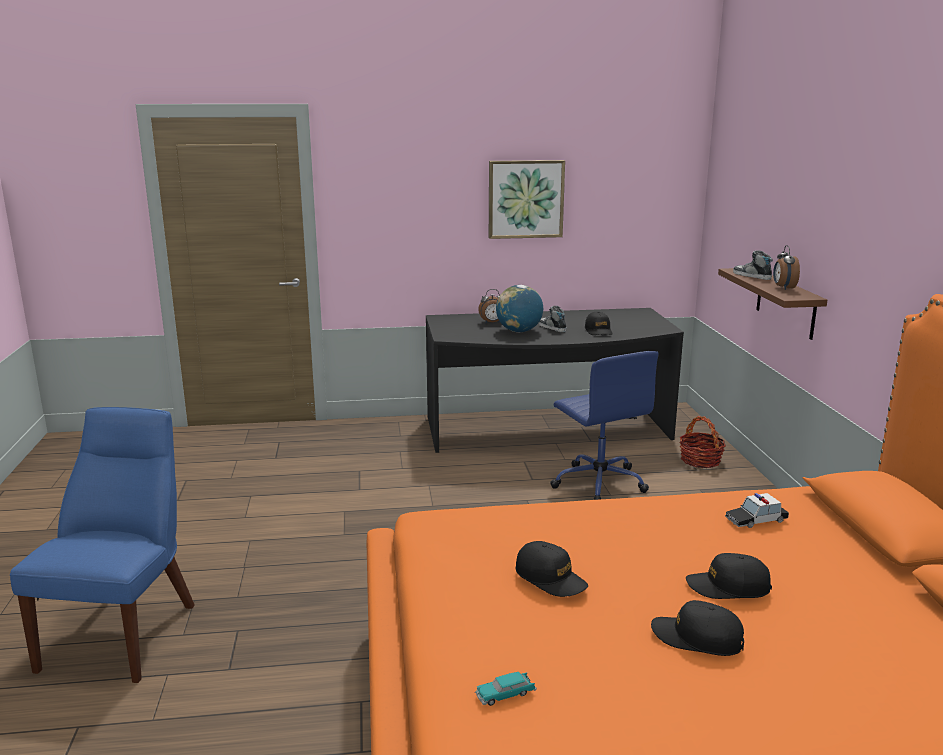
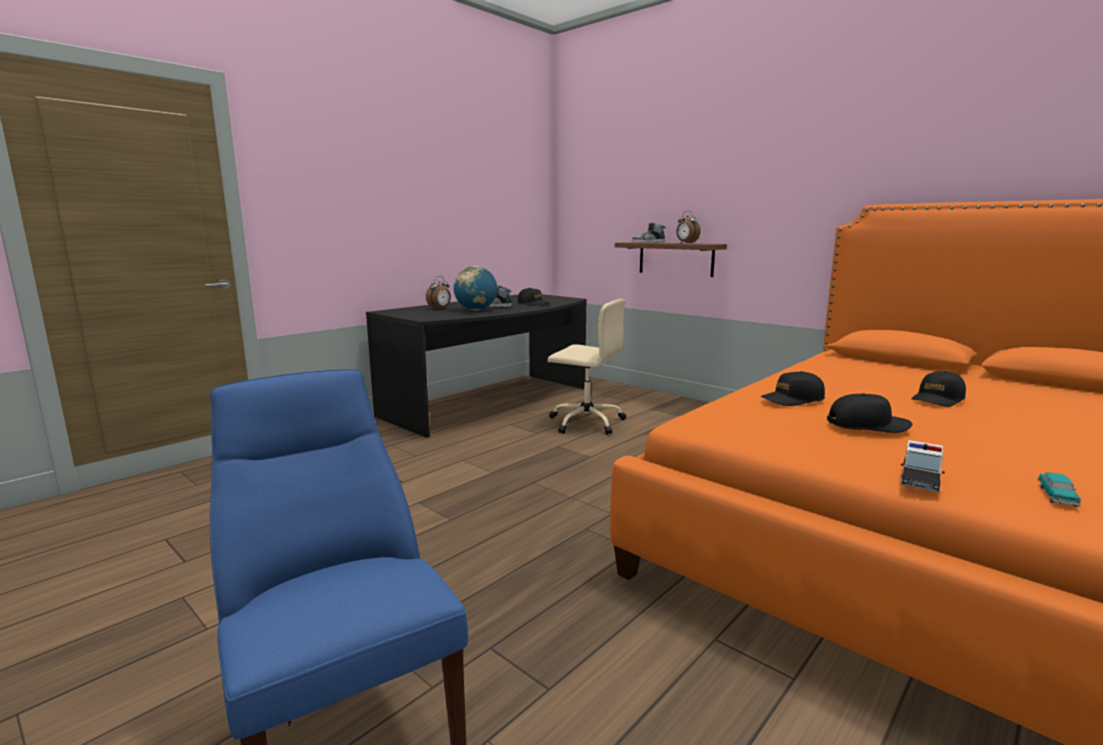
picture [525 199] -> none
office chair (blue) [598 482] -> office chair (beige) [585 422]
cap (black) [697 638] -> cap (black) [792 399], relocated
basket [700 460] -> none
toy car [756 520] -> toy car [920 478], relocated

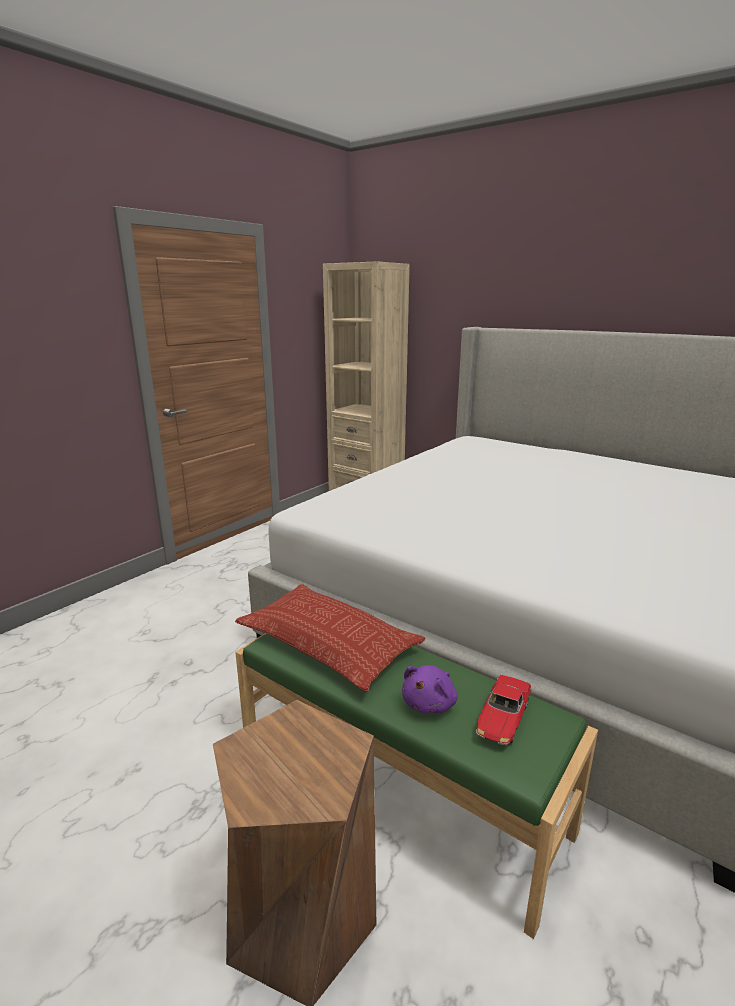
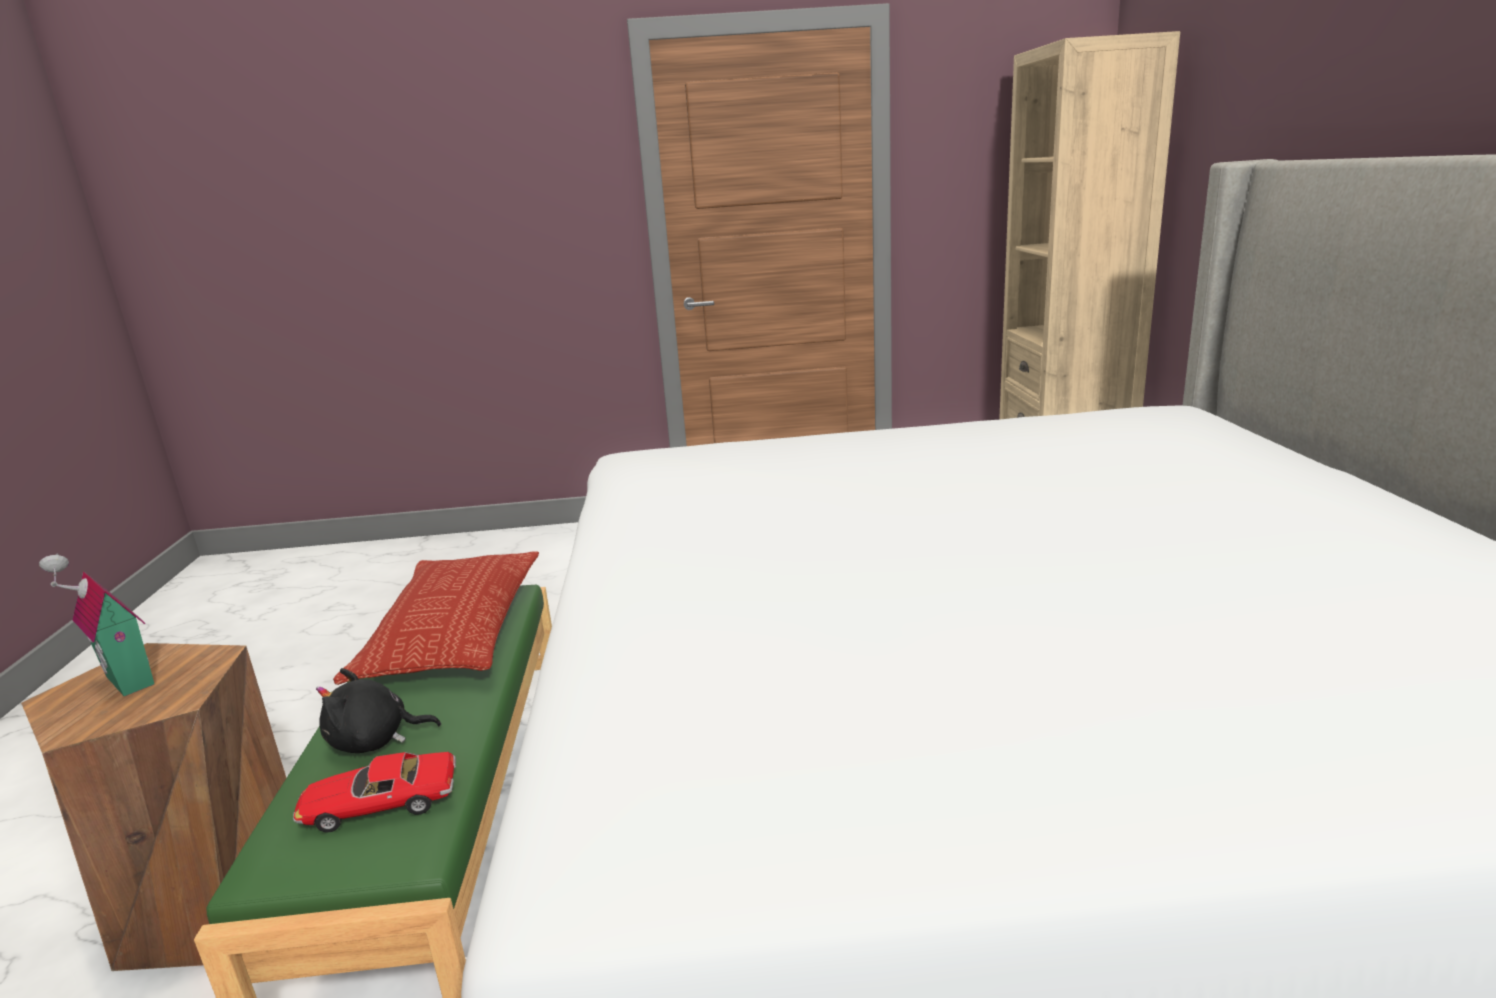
plush toy (purple) [430 703] -> plush toy (black) [375 740]
none -> toy house [124 682]

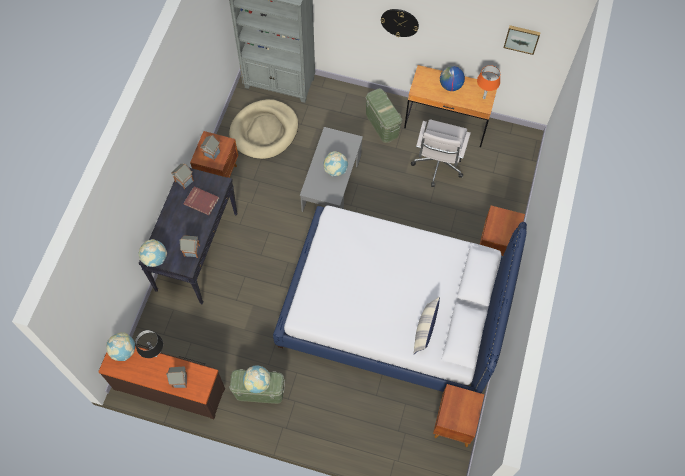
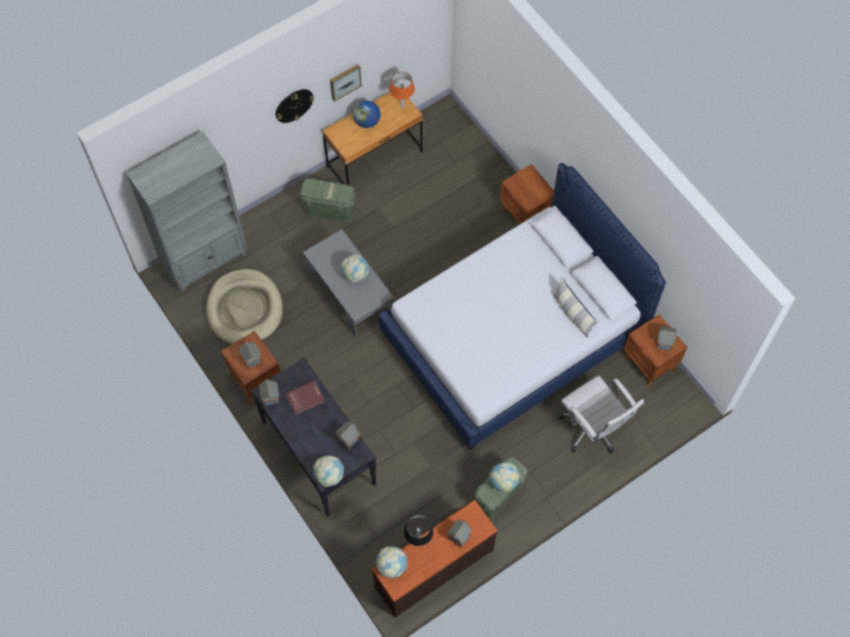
office chair (white) [437 166] -> office chair (white) [593 430], relocated
picture [522 38] -> picture [344 81], relocated
none -> toy house [663 343]

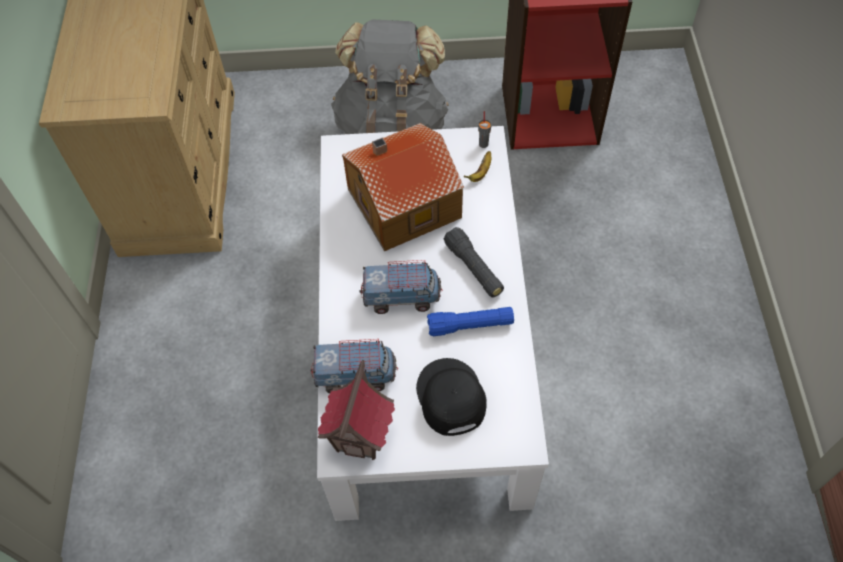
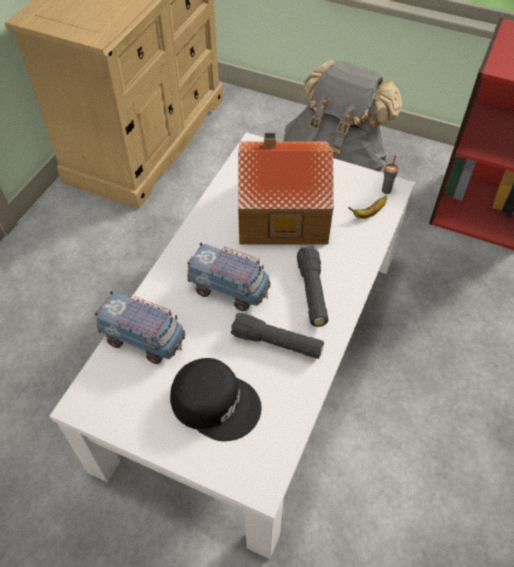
toy house [361 437] -> none
cap (black) [449 398] -> cap (black) [215 401], 105 degrees clockwise
flashlight (blue) [470 325] -> flashlight (black) [277 343]

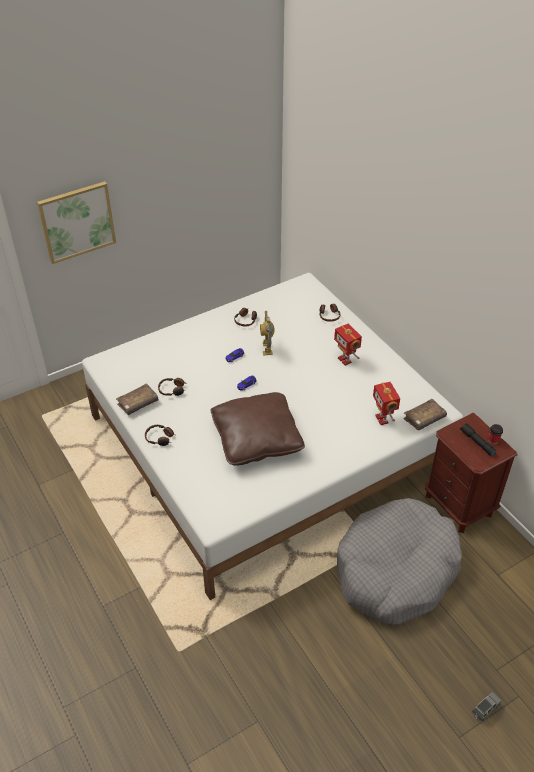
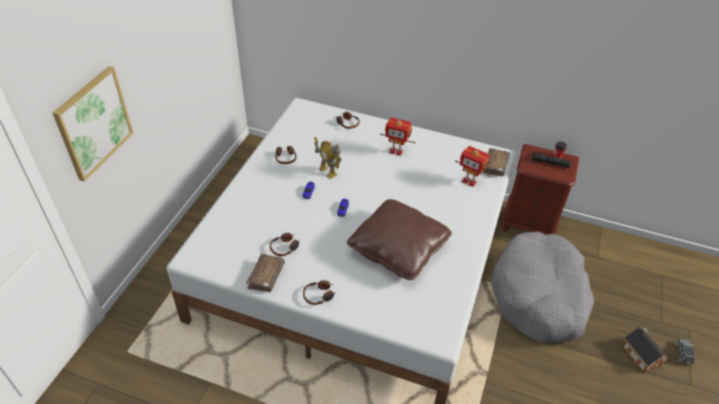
none -> toy house [640 354]

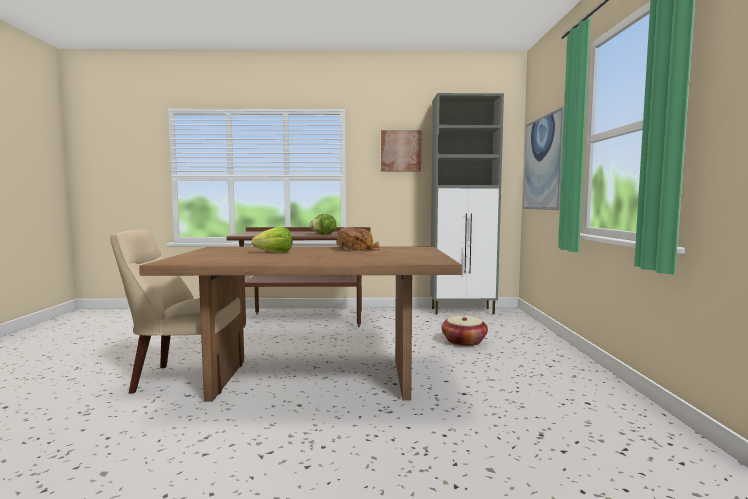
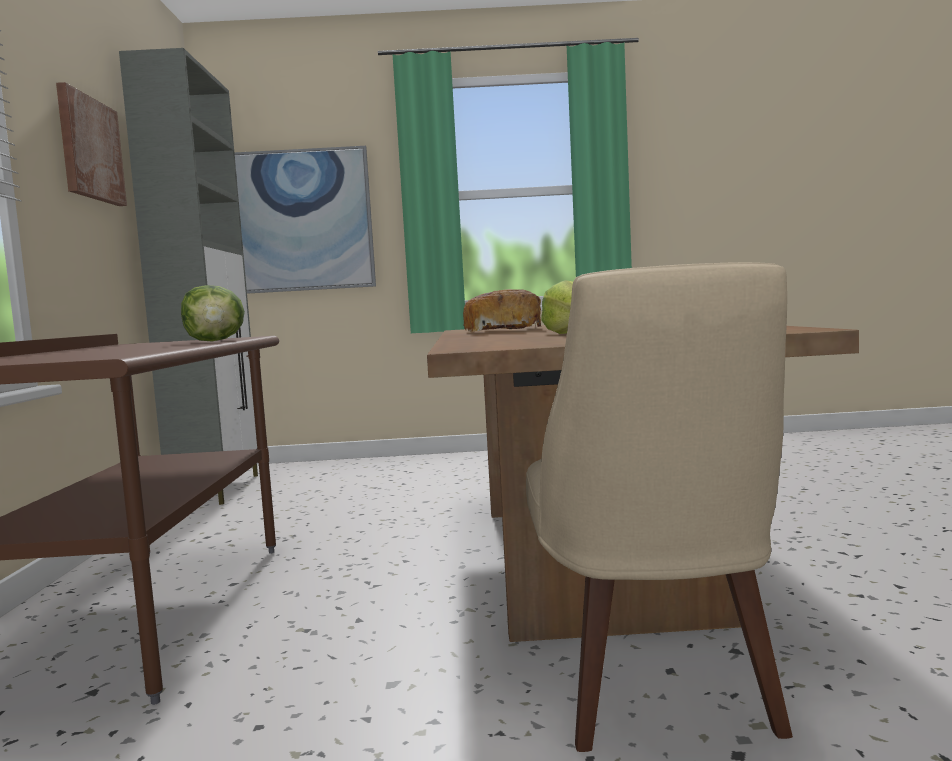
basket [464 341] -> none

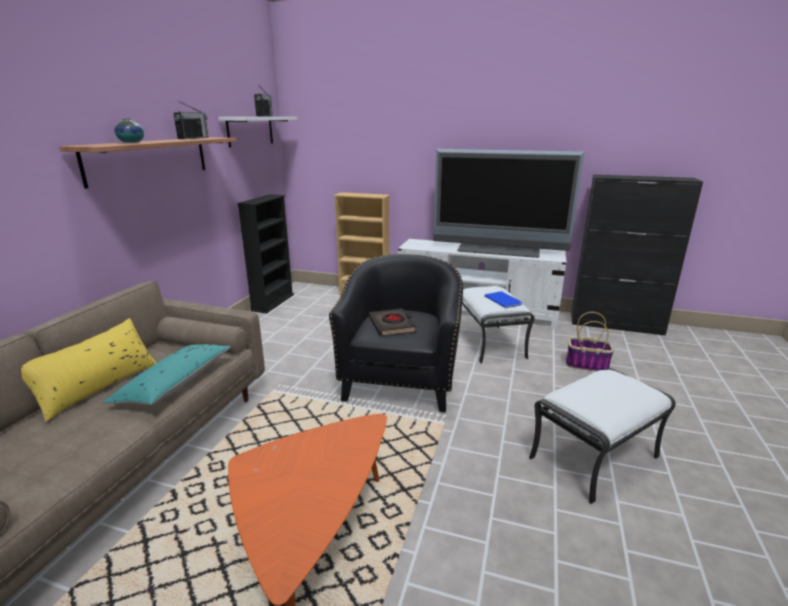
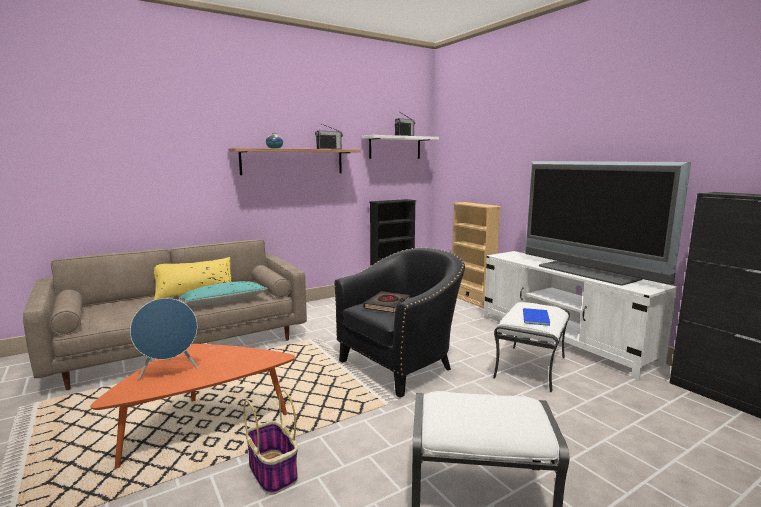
basket [587 365] -> basket [273 472], relocated
none -> speaker (blue) [169 371]

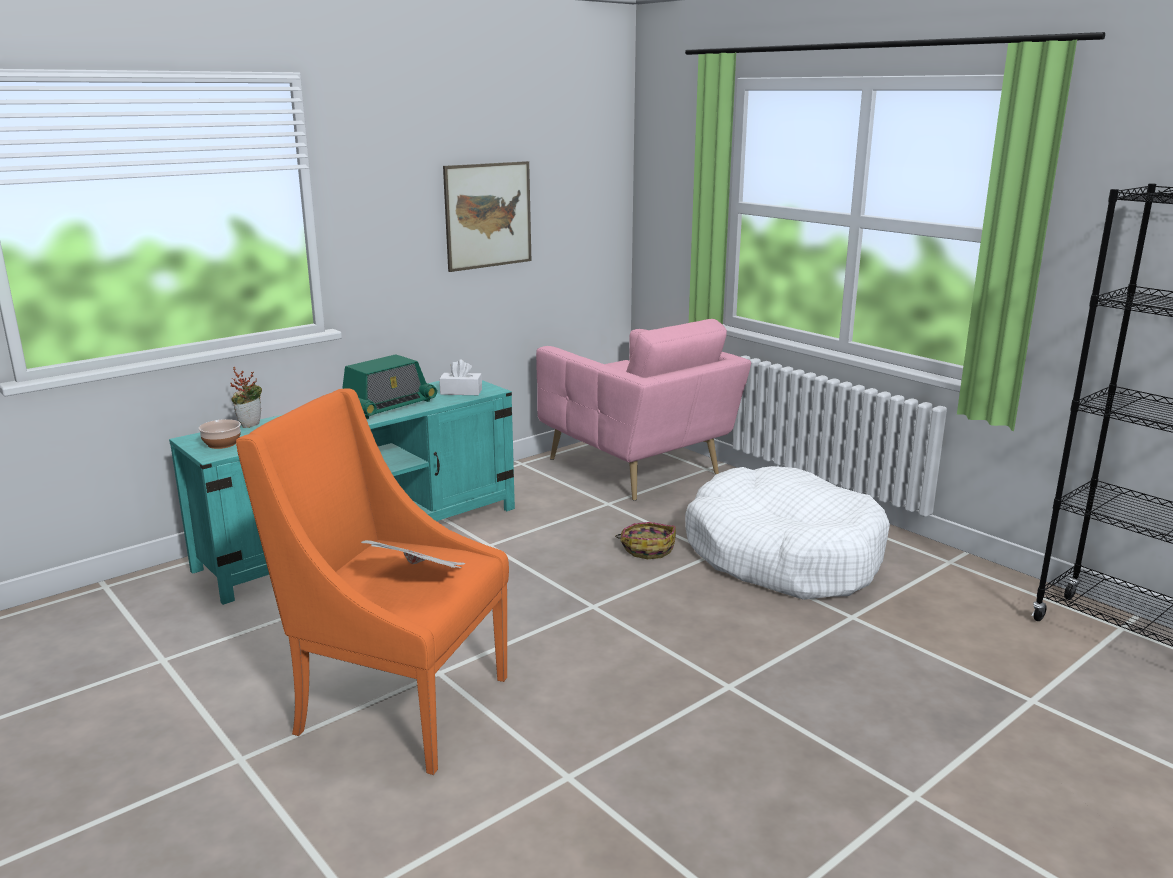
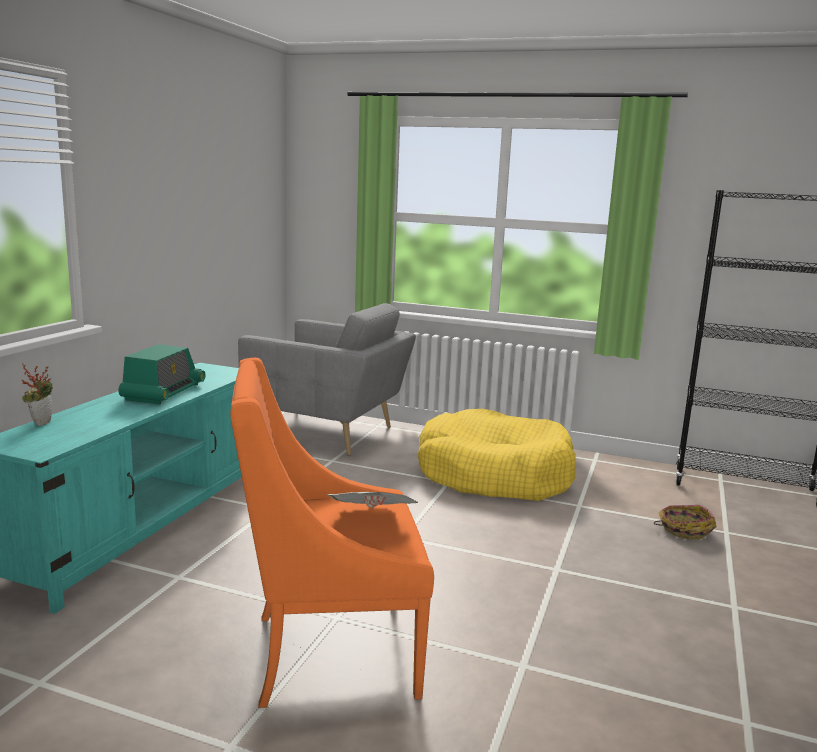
bowl [221 444] -> none
tissue box (white) [461 392] -> none
picture [488 215] -> none
armchair (pink) [637 469] -> armchair (grey) [327 432]
basket [647 548] -> basket [683 529], relocated
dog bed (white) [783 555] -> dog bed (yellow) [494 475]

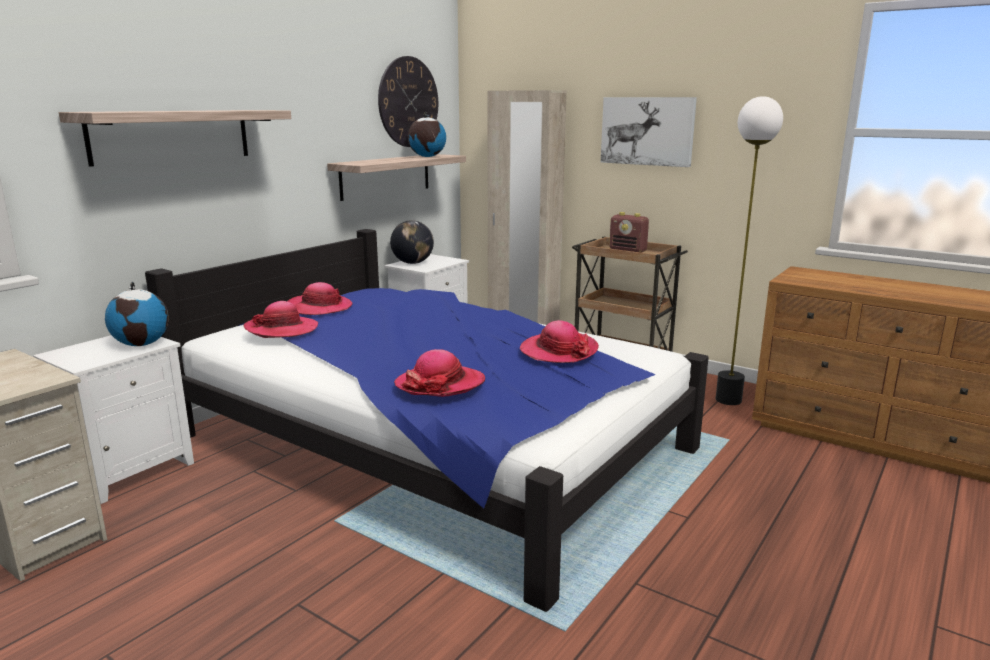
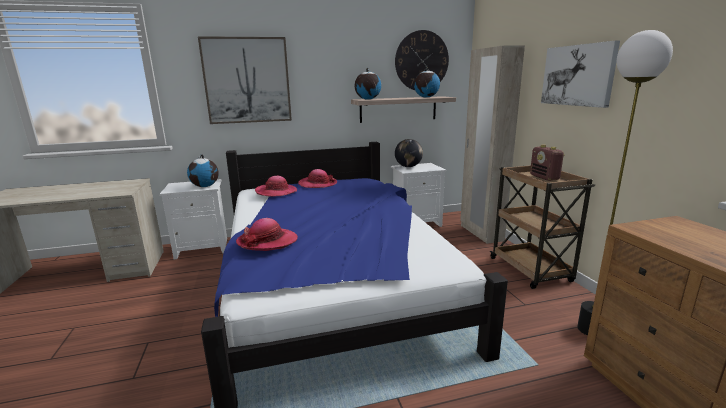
shelf [172 136] -> picture [247 80]
hat [558 351] -> none
none -> globe [367 99]

